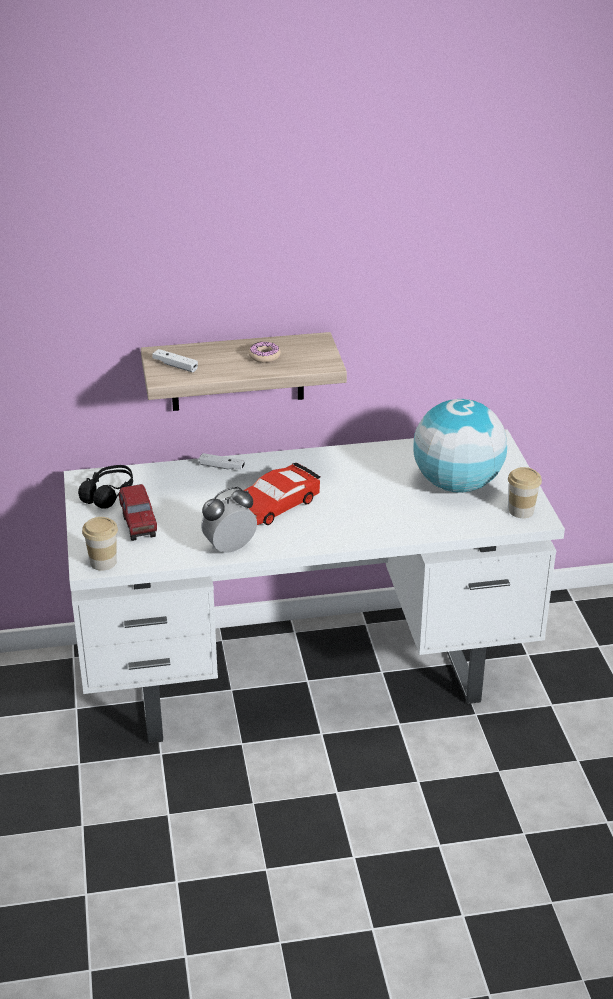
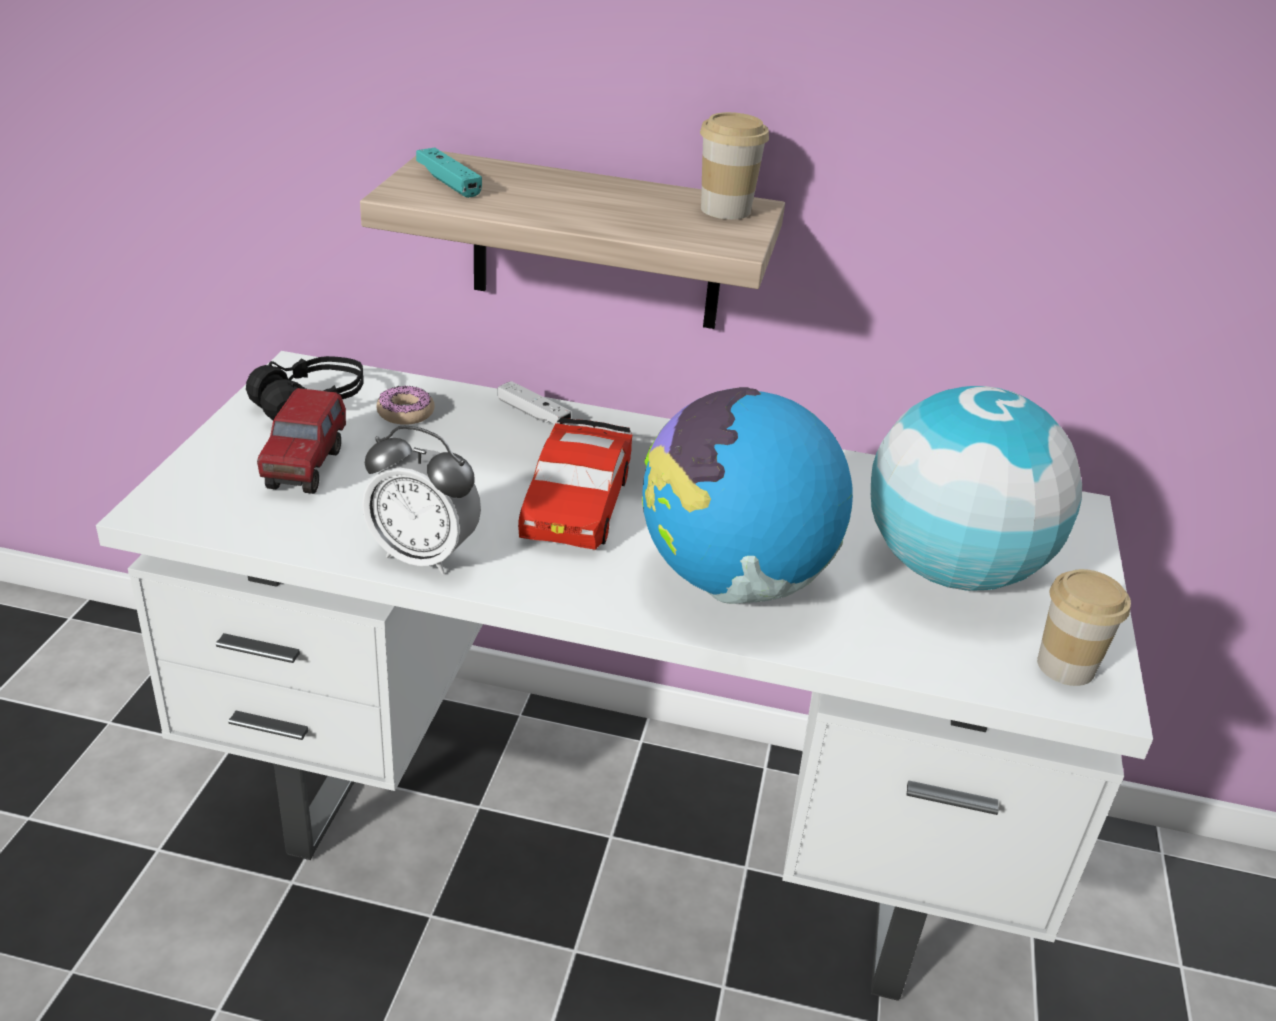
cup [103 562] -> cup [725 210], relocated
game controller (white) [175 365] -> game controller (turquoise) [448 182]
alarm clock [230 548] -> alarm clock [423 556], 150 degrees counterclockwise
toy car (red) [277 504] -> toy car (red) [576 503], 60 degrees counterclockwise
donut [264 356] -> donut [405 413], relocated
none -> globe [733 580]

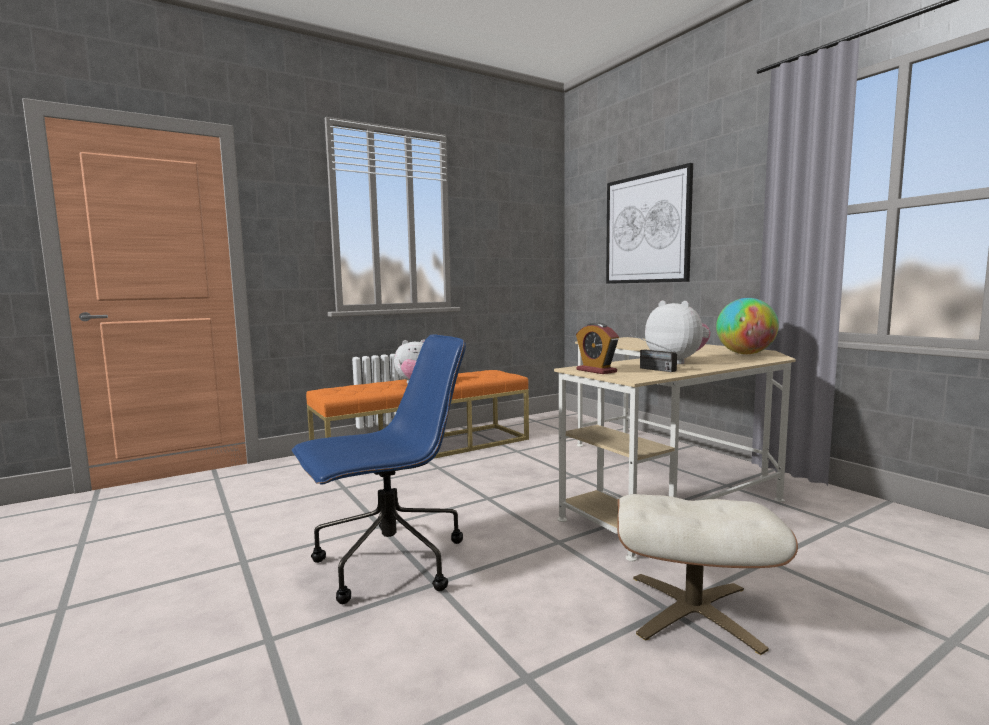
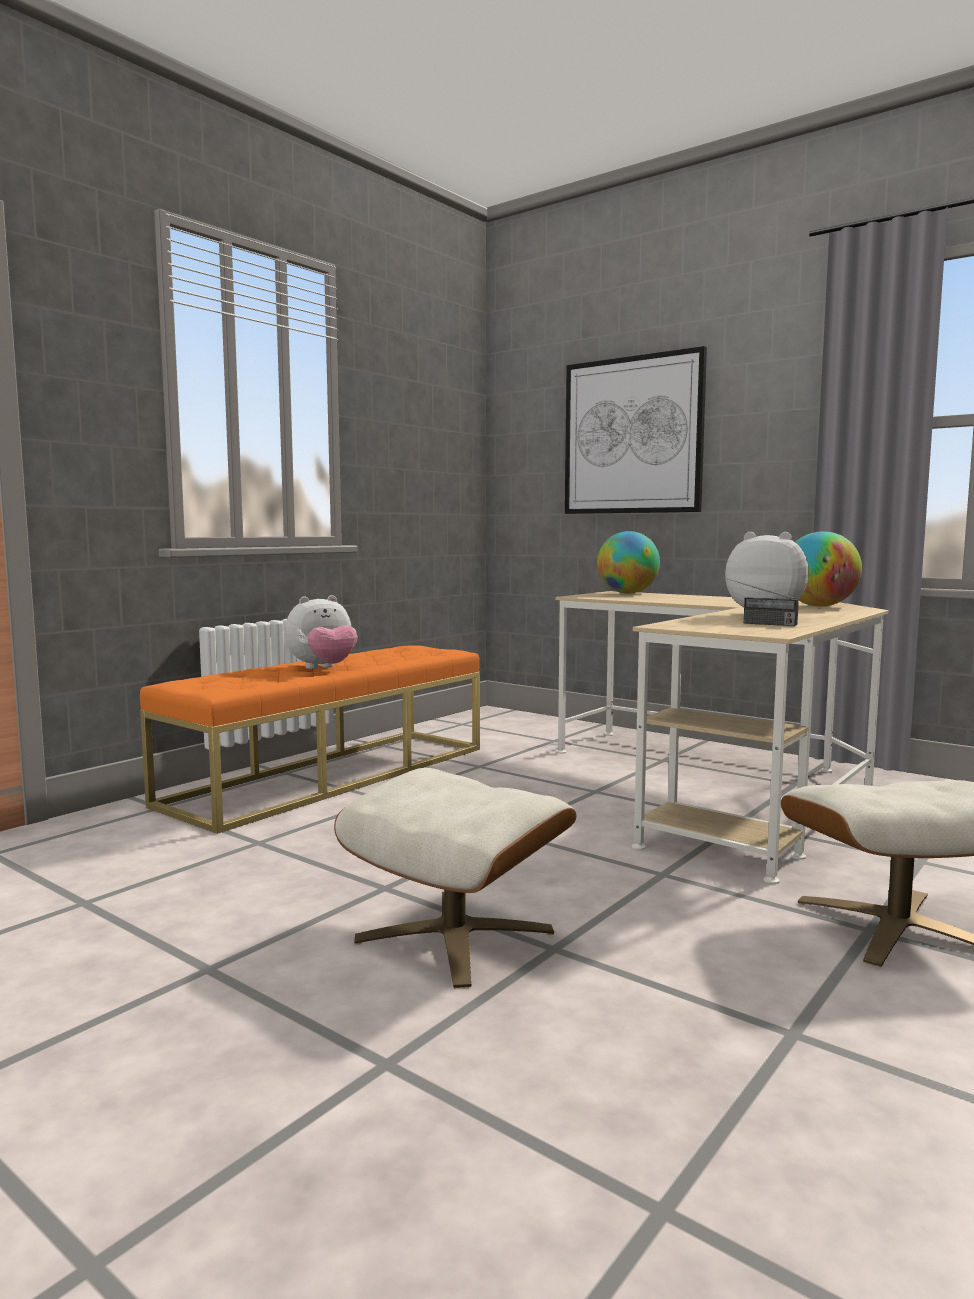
office chair (blue) [388 564] -> ottoman (beige) [456 935]
alarm clock [596 371] -> none
none -> globe [627 593]

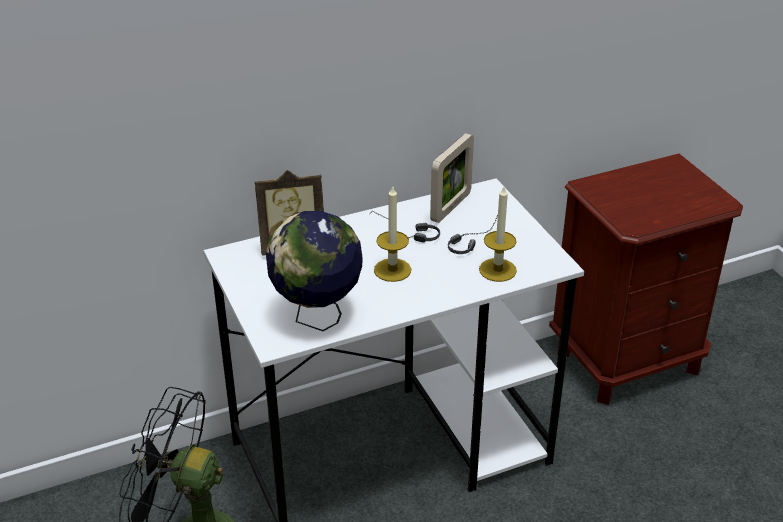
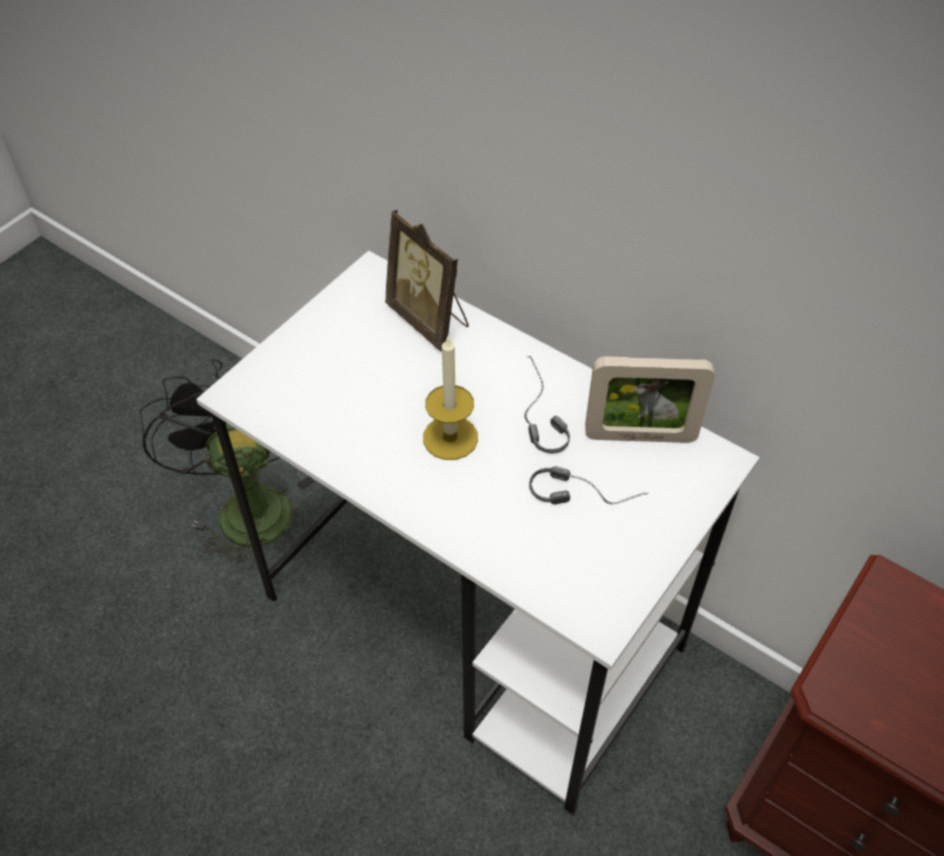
globe [317 317] -> none
candle [497 270] -> none

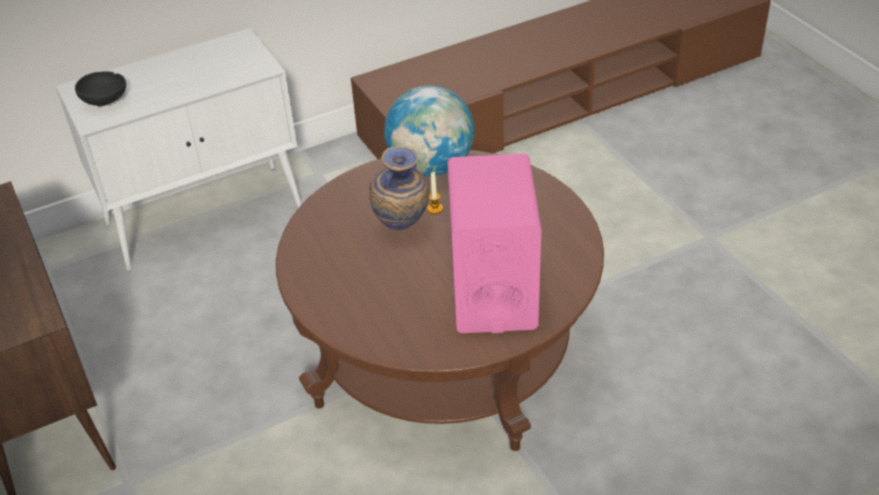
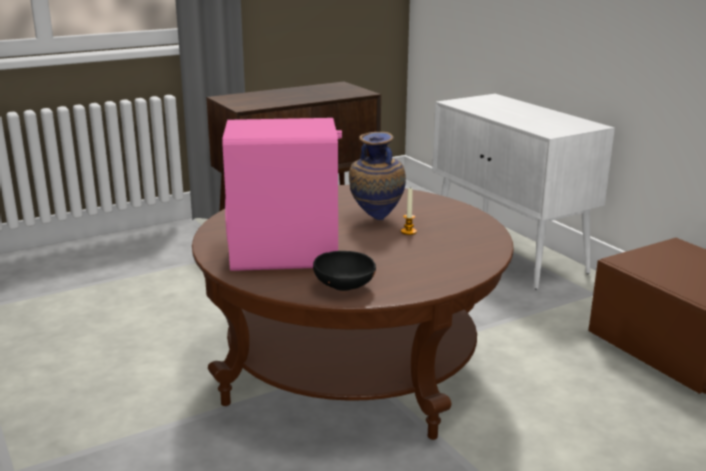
bowl (black) [106 101] -> bowl (black) [344 288], relocated
globe [431 166] -> none

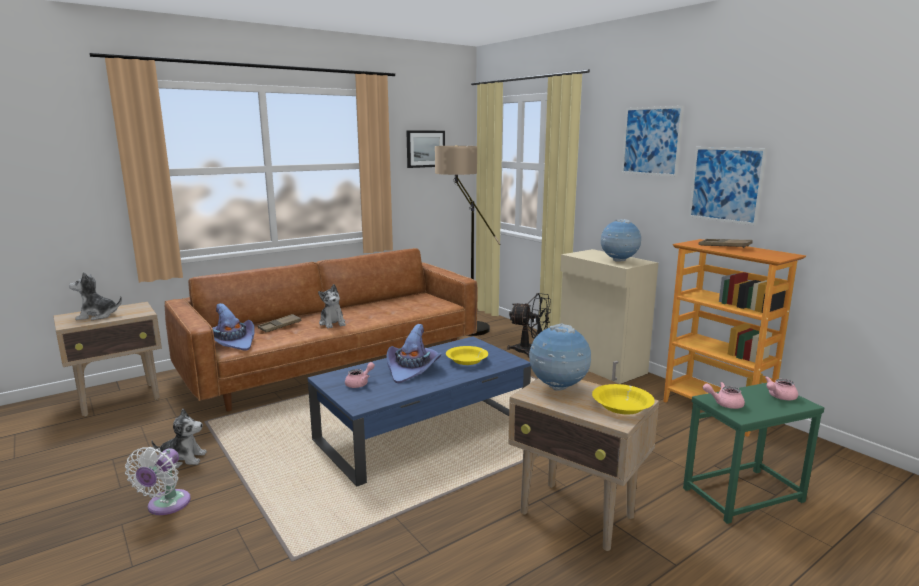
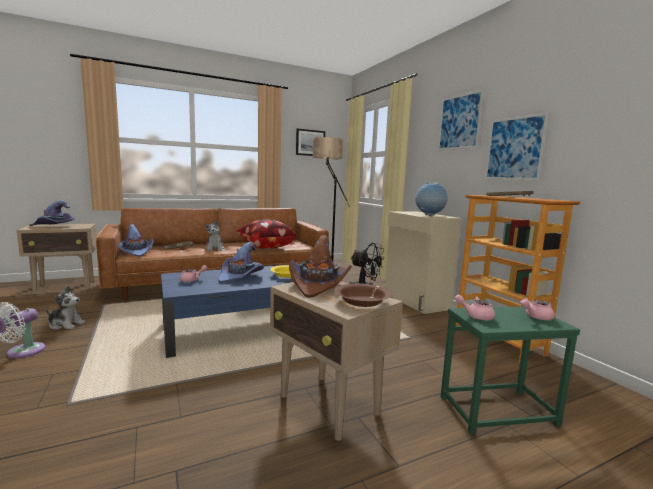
plush toy [97 316] -> hat (purple) [53 226]
globe [558 388] -> hat (brown) [318 285]
bowl (yellow) [622 407] -> bowl (brown) [362 302]
none -> pillow [265 247]

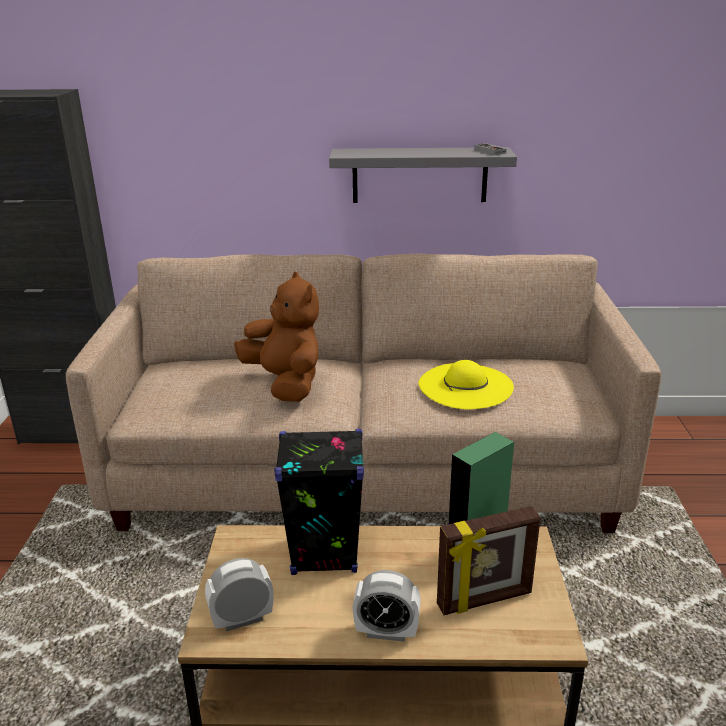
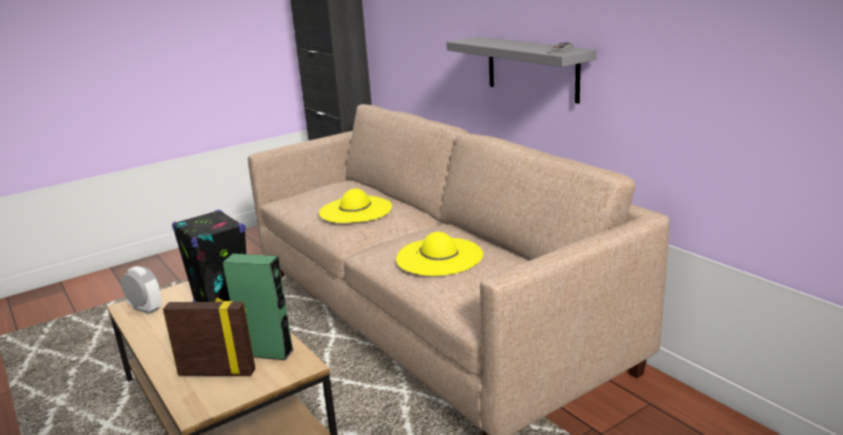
plush toy (brown) [285 383] -> hat (yellow) [355 210]
alarm clock [386 632] -> none
picture frame [485 600] -> picture frame [217 372], 150 degrees clockwise

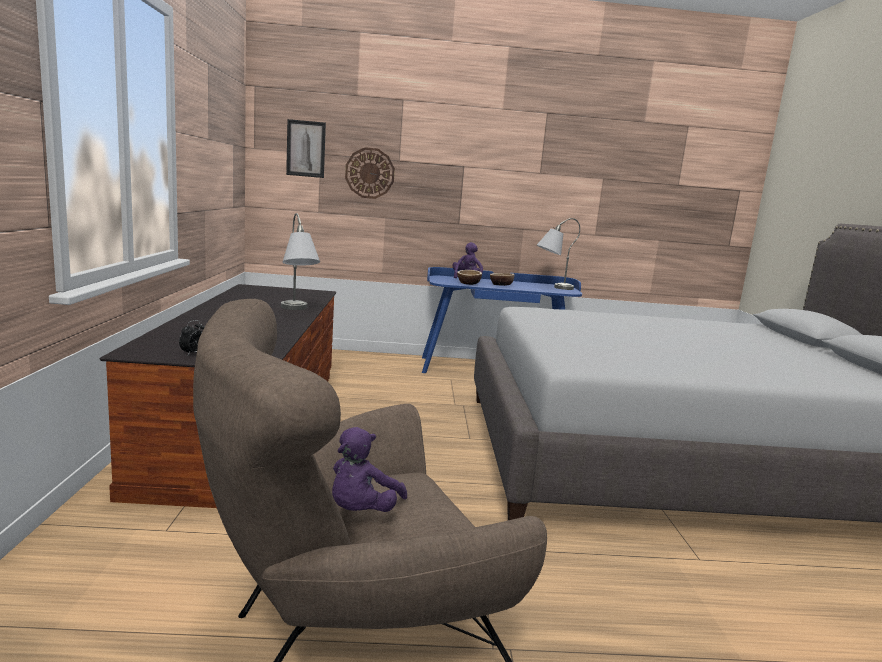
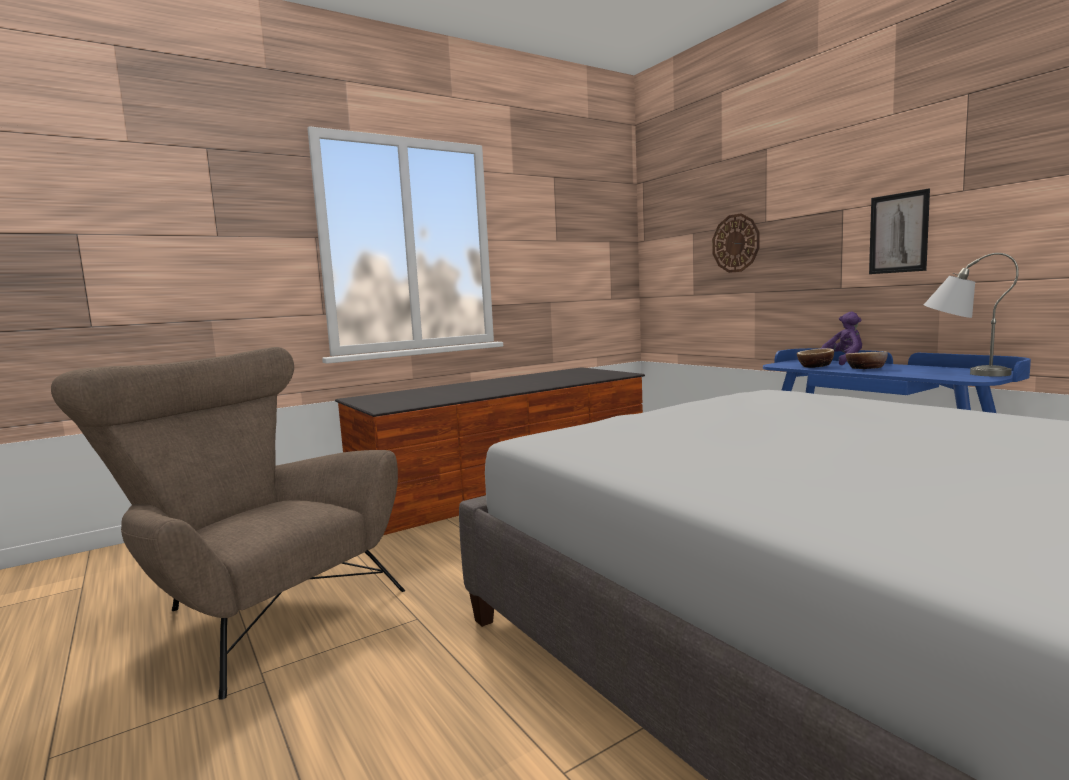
alarm clock [193 354] -> none
table lamp (grey) [297 311] -> none
picture [306 149] -> picture [898 233], relocated
plush toy (purple) [361 511] -> none

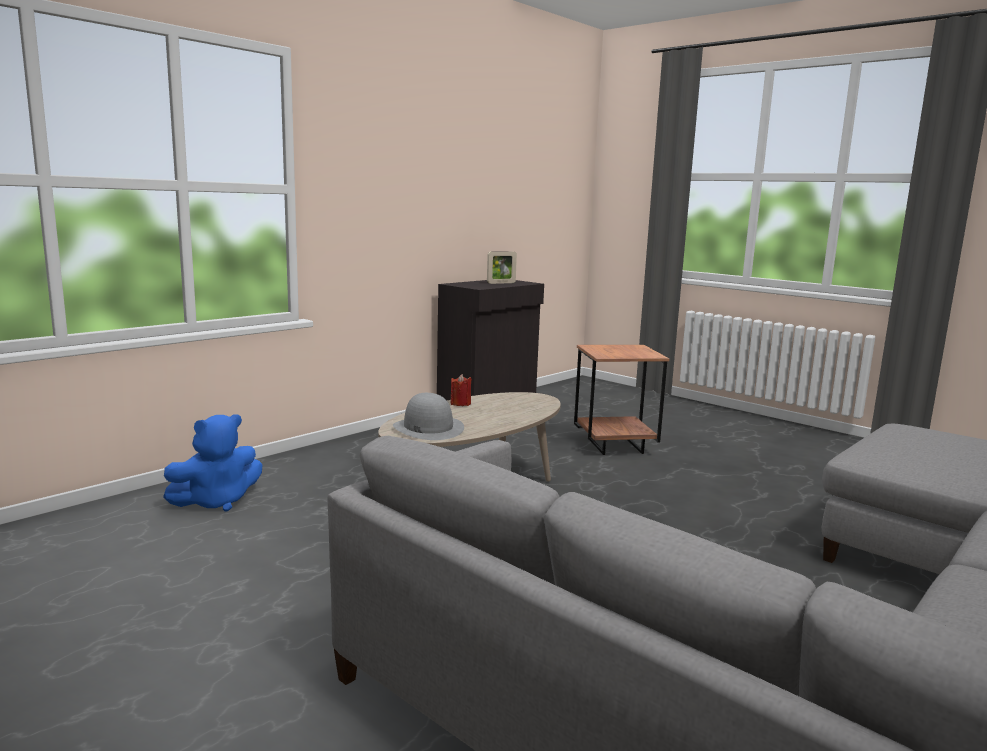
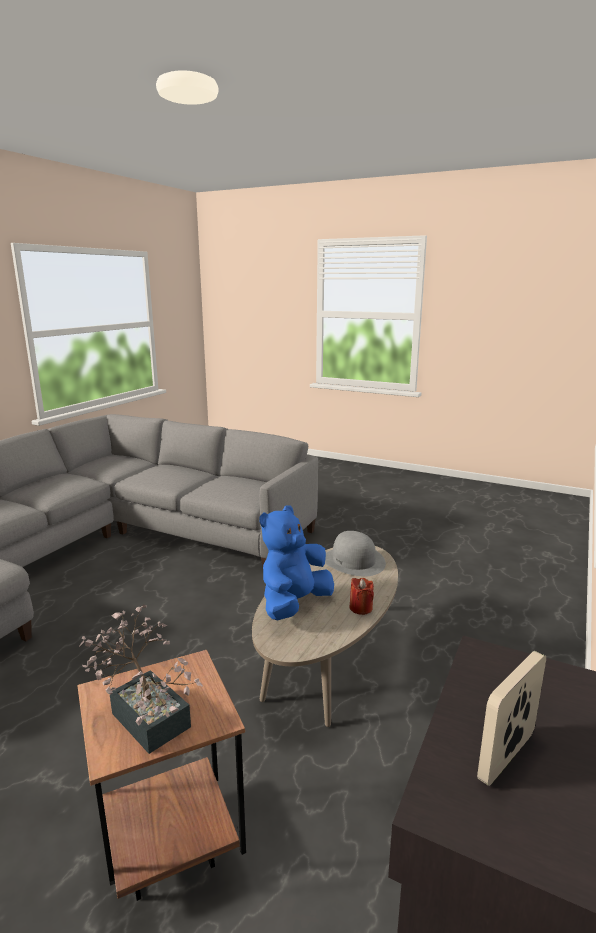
plush toy (blue) [217 501] -> plush toy (blue) [294 604], relocated
none -> potted plant [146 714]

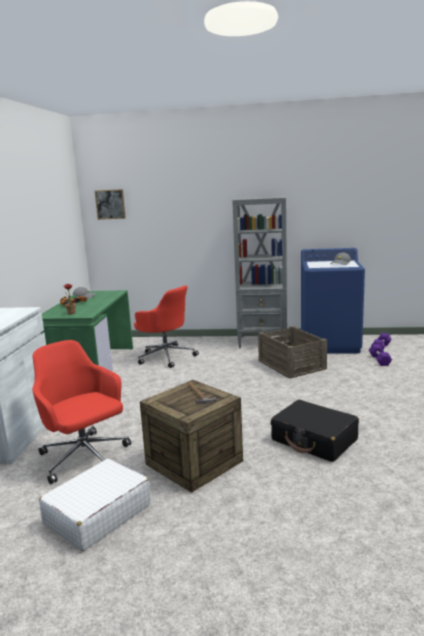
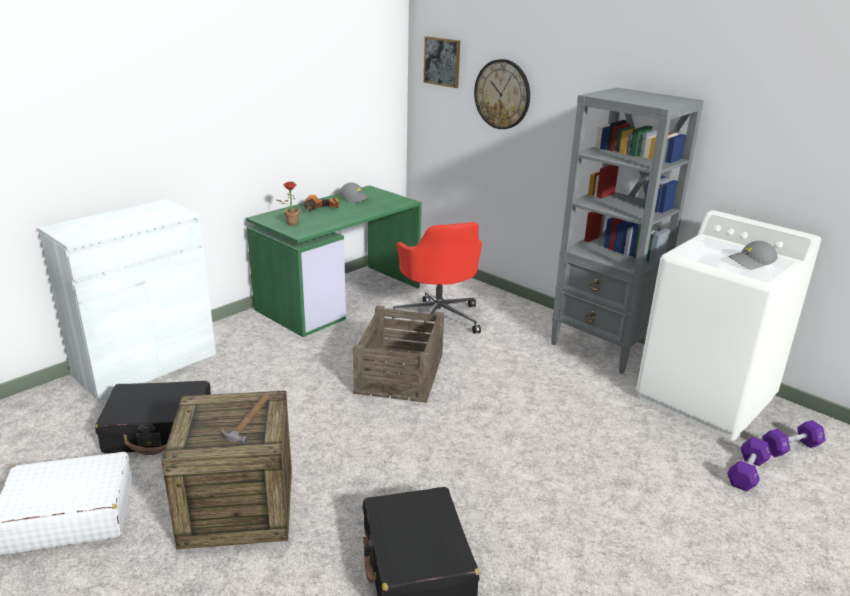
office chair (red) [84 457] -> suitcase (black) [160 430]
crate [291 364] -> crate [401 372], relocated
washing machine (blue) [330 344] -> washing machine (white) [706 398]
none -> wall clock [502 94]

